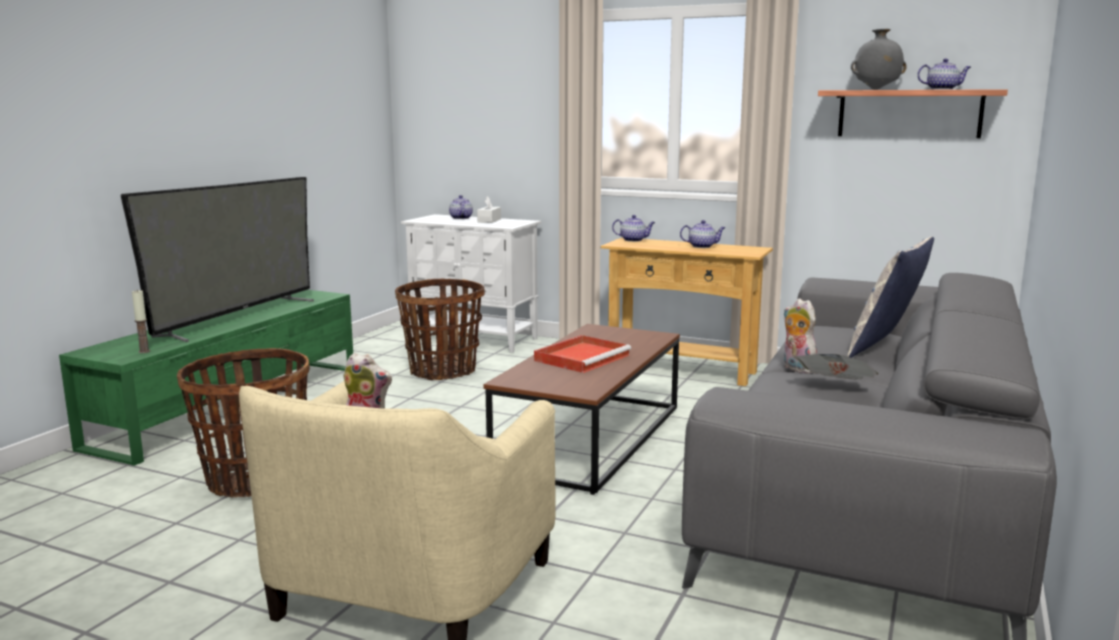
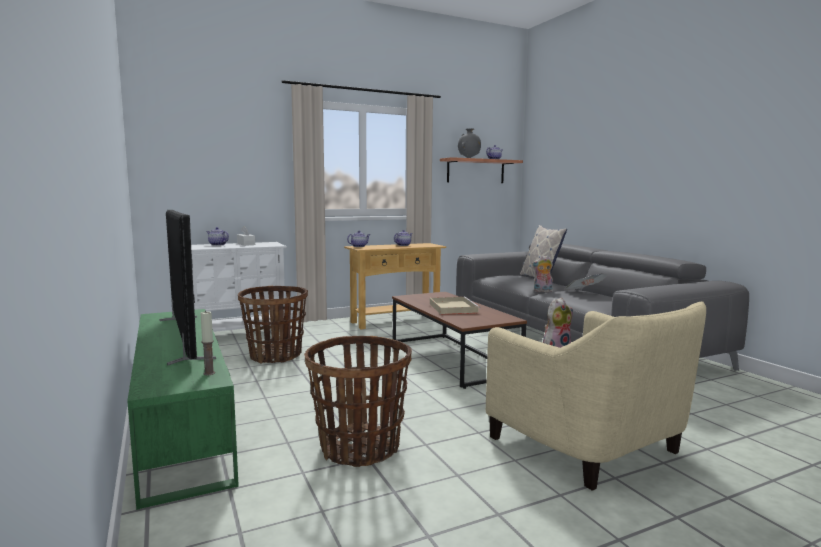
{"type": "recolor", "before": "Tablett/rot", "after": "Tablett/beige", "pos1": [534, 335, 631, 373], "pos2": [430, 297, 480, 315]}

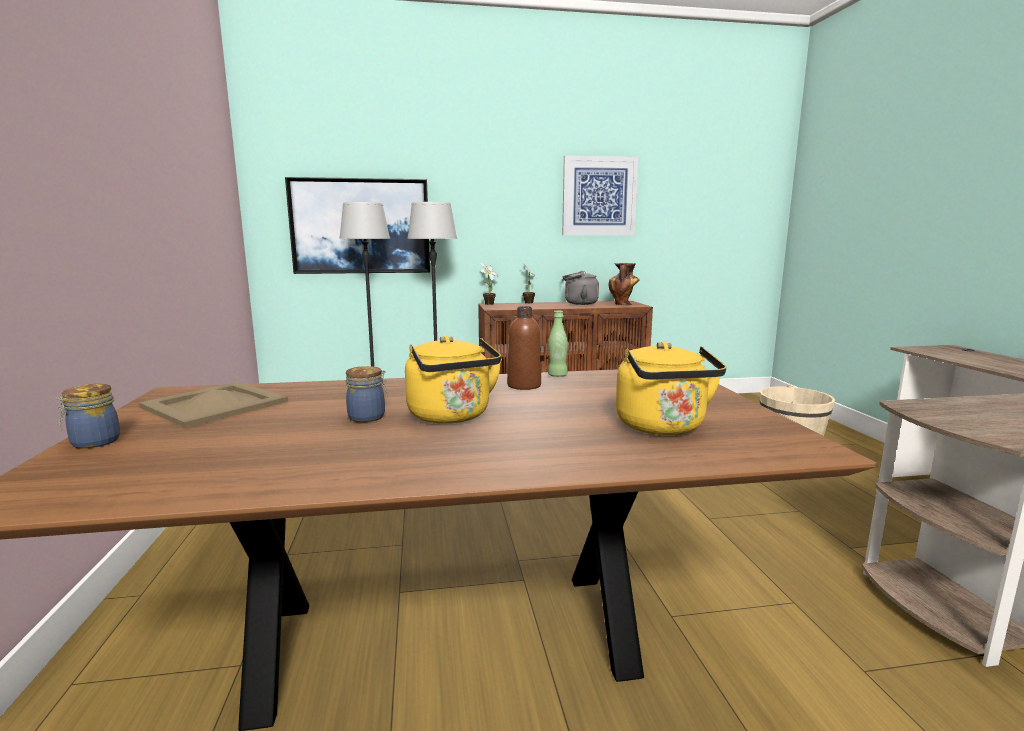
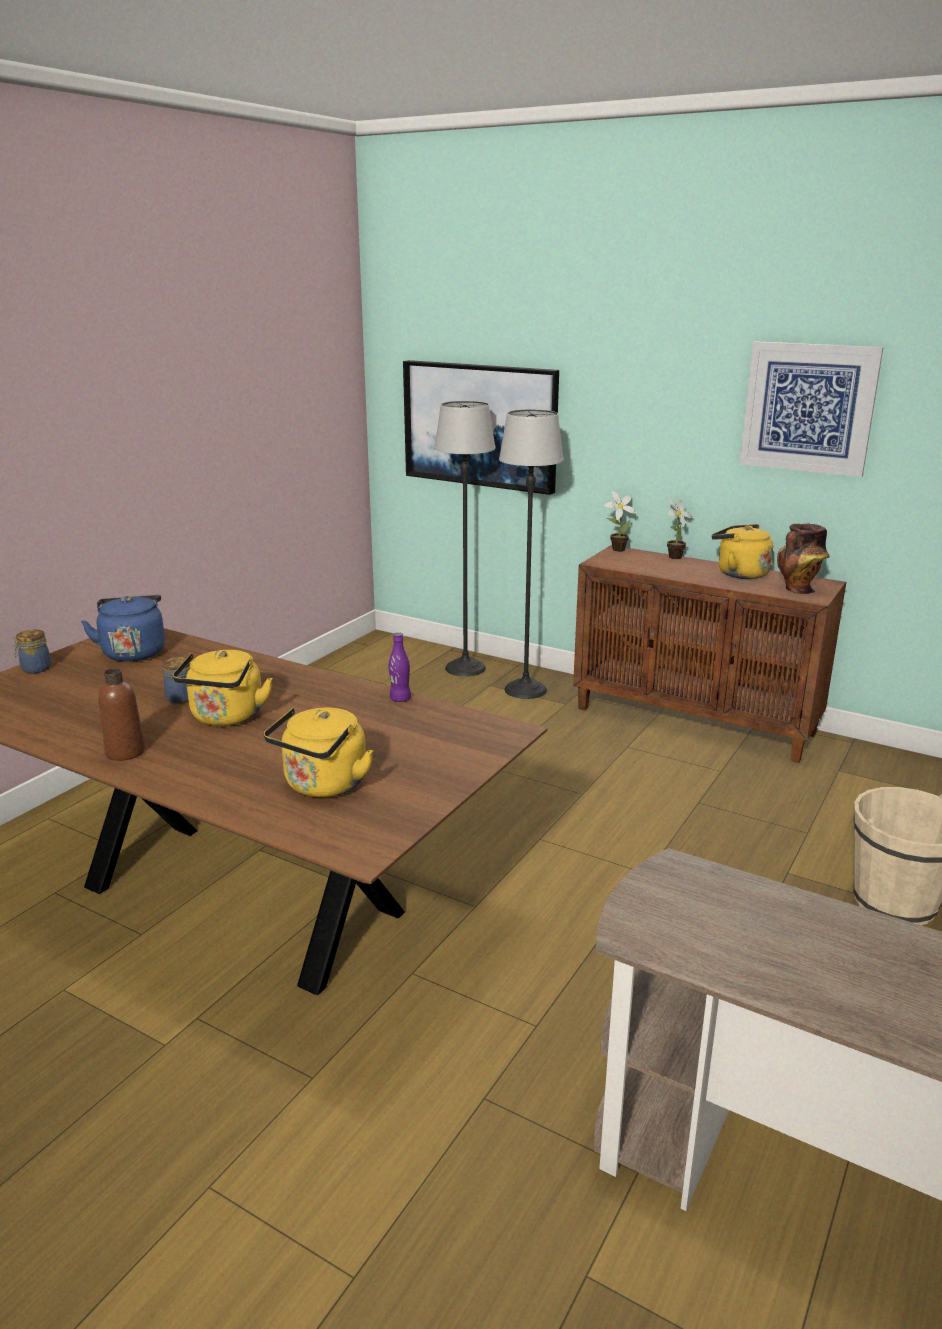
{"type": "replace", "before": "Tablett/beige", "after": "Wasserkessel/blau", "pos1": [139, 382, 288, 428], "pos2": [81, 595, 165, 662]}
{"type": "move", "before": "Flasche/braun", "pos1": [507, 306, 541, 390], "pos2": [98, 668, 145, 761]}
{"type": "recolor", "before": "Flasche/grün", "after": "Flasche/lila", "pos1": [548, 310, 568, 377], "pos2": [389, 632, 411, 702]}
{"type": "recolor", "before": "Wasserkessel/grau", "after": "Wasserkessel/gelb", "pos1": [563, 271, 599, 305], "pos2": [712, 524, 773, 579]}

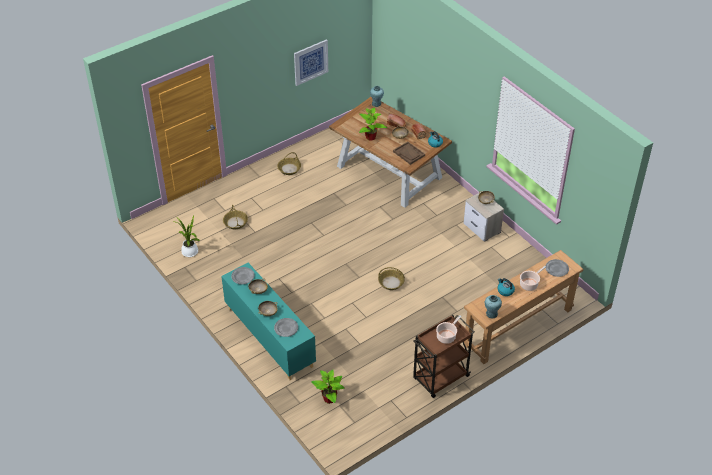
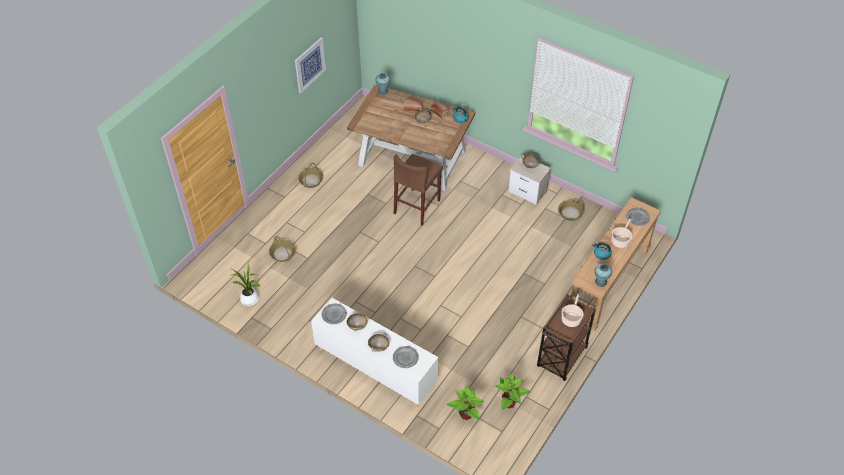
{"type": "recolor", "before": "Schrank/türkis", "after": "Schrank/weiß", "pos1": [221, 263, 316, 380], "pos2": [311, 298, 438, 408]}
{"type": "move", "before": "Topfpflanze", "pos1": [359, 107, 387, 141], "pos2": [495, 373, 531, 409]}
{"type": "move", "before": "Korb", "pos1": [378, 267, 405, 290], "pos2": [558, 198, 585, 221]}
{"type": "delete", "before": "Tablett/braun", "pos1": [393, 142, 425, 165]}
{"type": "insert", "after": "Hocker/braun", "pos2": [394, 154, 443, 226]}

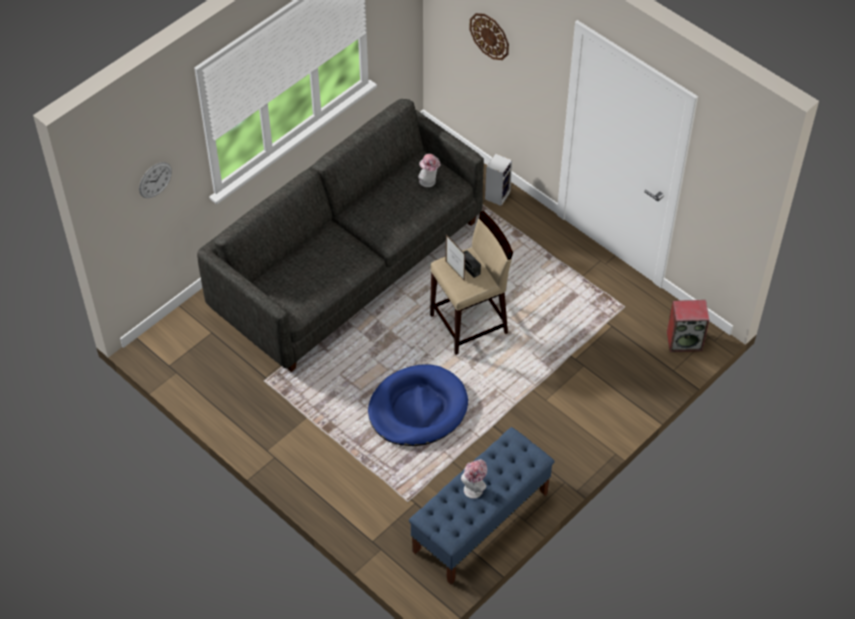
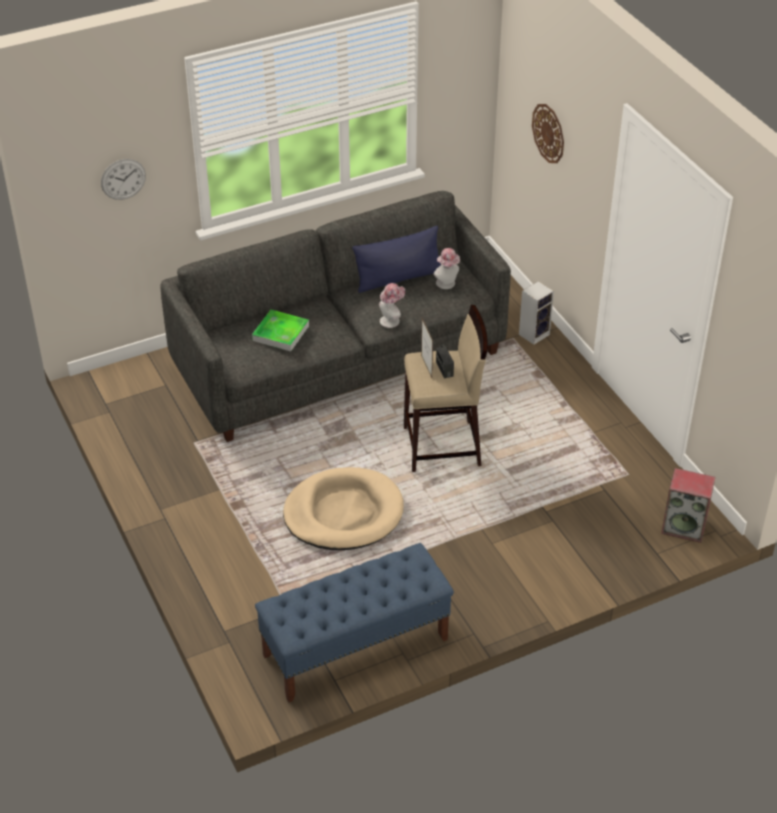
{"type": "recolor", "before": "Hundebett/blau", "after": "Hundebett/beige", "pos1": [368, 364, 468, 446], "pos2": [283, 467, 404, 550]}
{"type": "move", "before": "Hut", "pos1": [461, 459, 487, 499], "pos2": [379, 283, 405, 328]}
{"type": "insert", "after": "Tablett", "pos2": [252, 309, 309, 352]}
{"type": "insert", "after": "Kissen/blau", "pos2": [352, 226, 441, 293]}

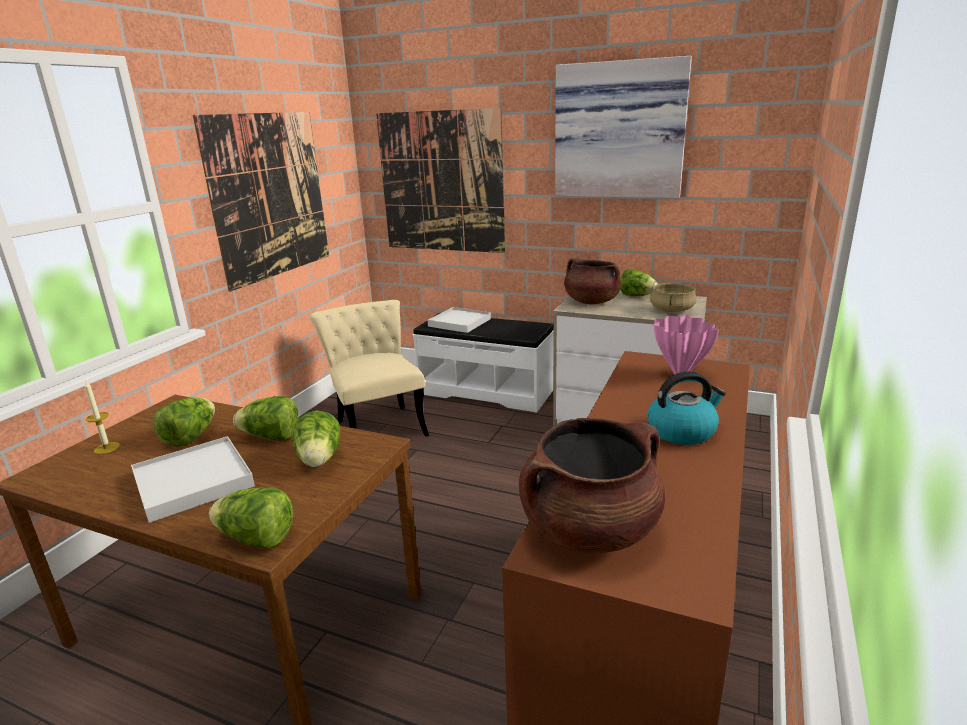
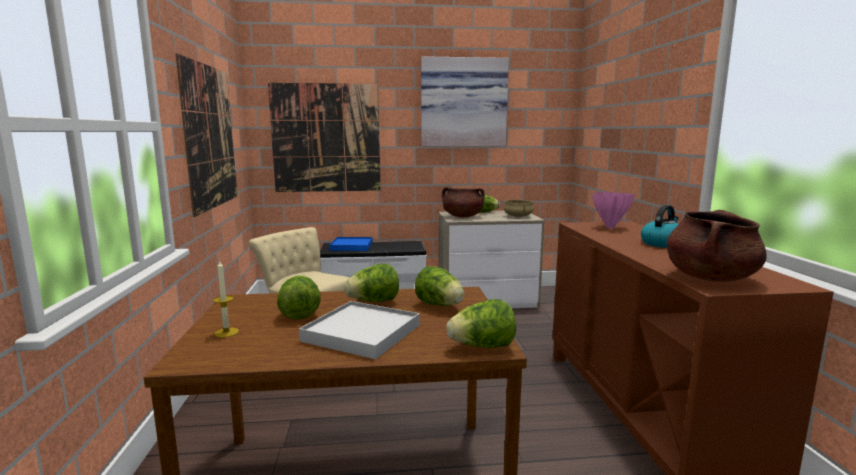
{"type": "recolor", "before": "Tablett/weiß", "after": "Tablett/blau", "pos1": [428, 307, 491, 333], "pos2": [329, 237, 372, 251]}

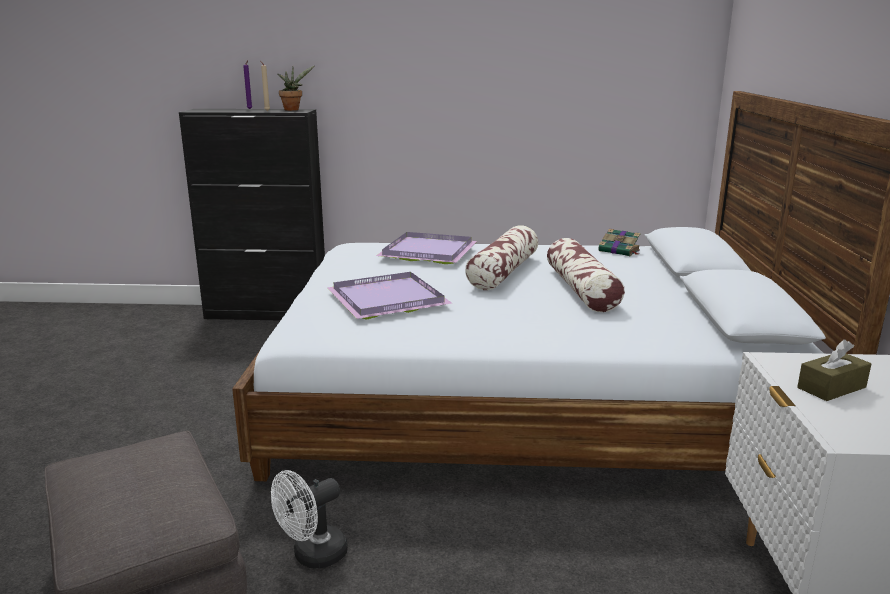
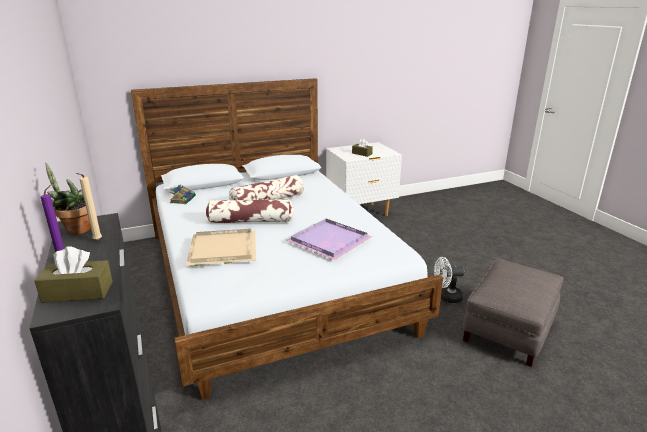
{"type": "rotate", "before": "Ventilator/weiß", "pos1": [271, 470, 348, 568], "pos2": [434, 257, 465, 303], "turn": 150}
{"type": "recolor", "before": "Tablett/lila", "after": "Tablett/beige", "pos1": [376, 232, 477, 264], "pos2": [186, 229, 256, 266]}
{"type": "insert", "after": "Taschentuchbox/braun", "pos2": [35, 246, 113, 303]}

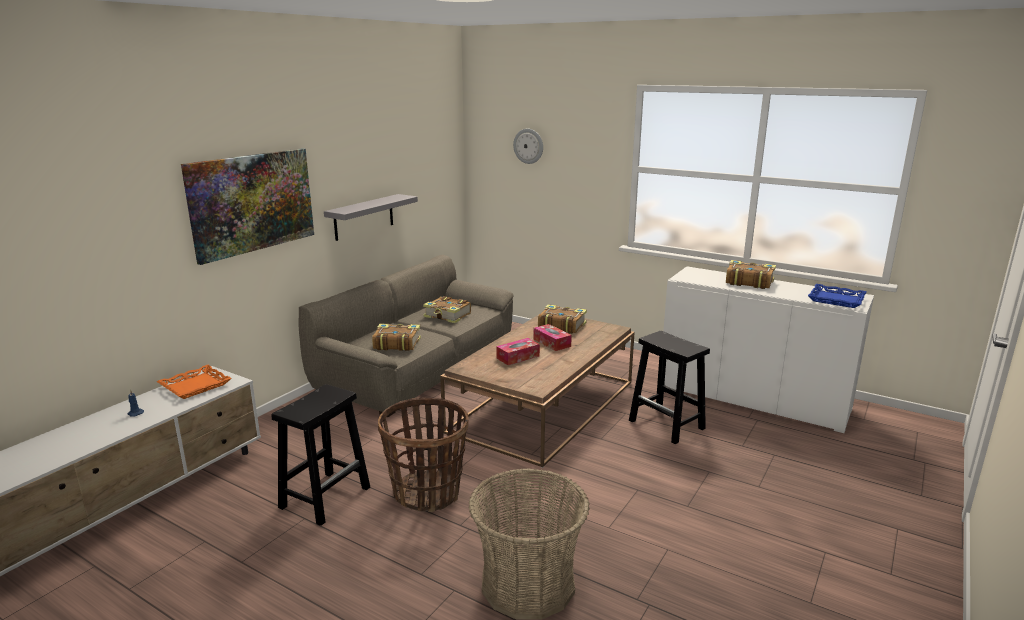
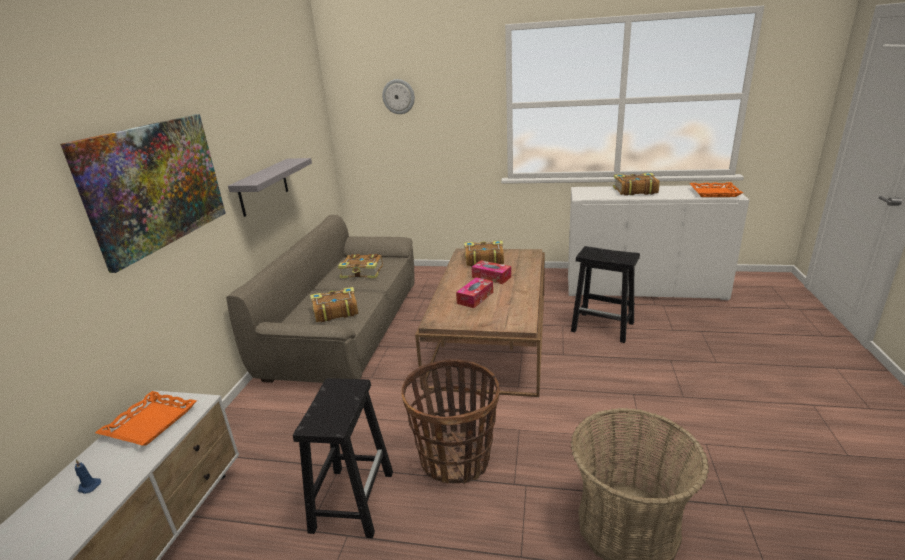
{"type": "recolor", "before": "Tablett/blau", "after": "Tablett/orange", "pos1": [808, 284, 867, 308], "pos2": [690, 182, 743, 197]}

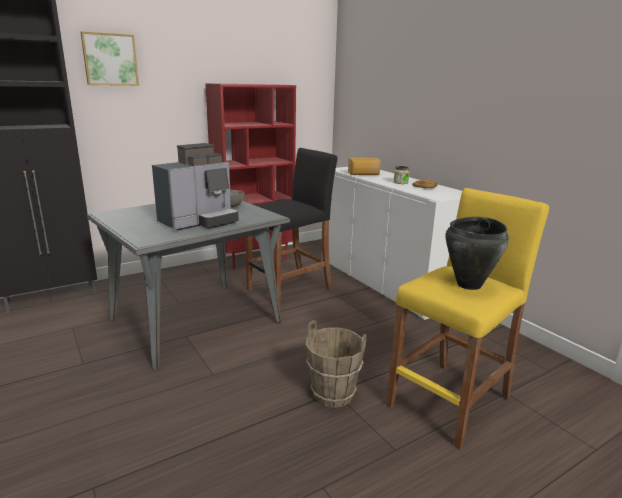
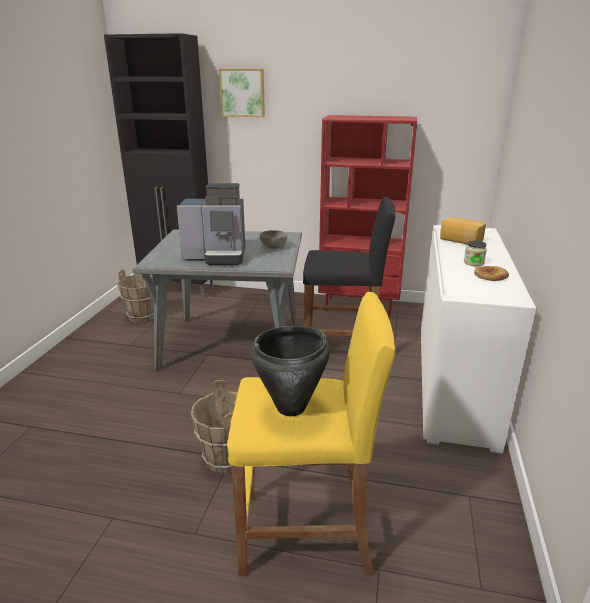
{"type": "insert", "after": "Eimer/braun", "pos2": [117, 270, 154, 323]}

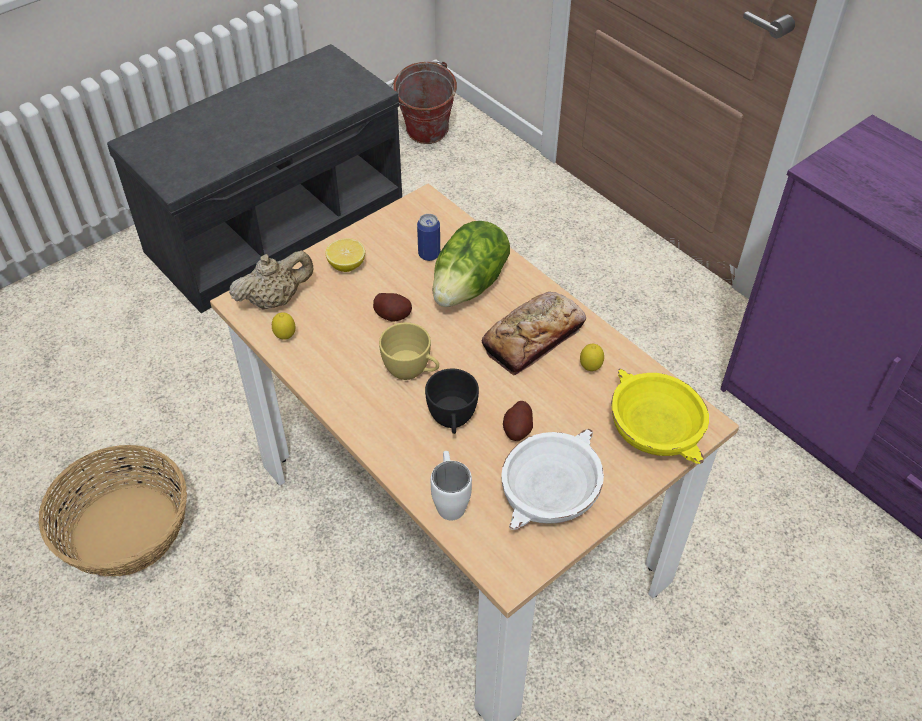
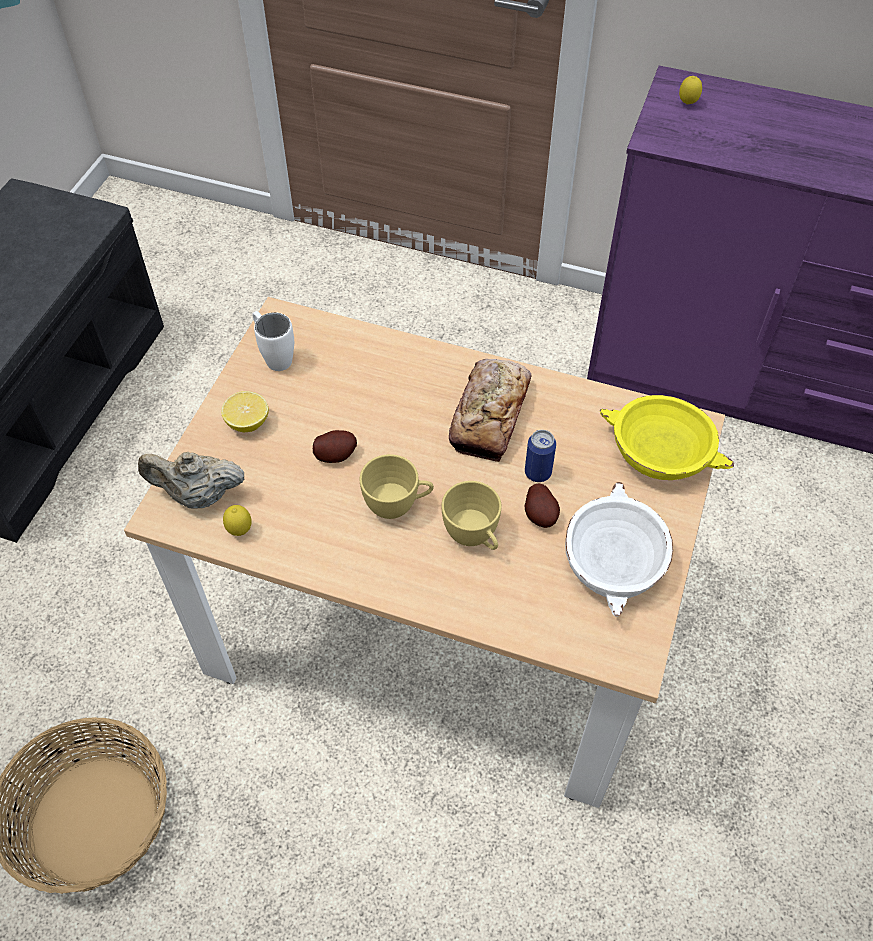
{"type": "rotate", "before": "Teekanne/beige", "pos1": [229, 251, 313, 310], "pos2": [138, 452, 244, 509], "turn": -120}
{"type": "delete", "before": "Eimer", "pos1": [391, 61, 457, 144]}
{"type": "move", "before": "Dose", "pos1": [417, 214, 440, 261], "pos2": [525, 430, 556, 482]}
{"type": "recolor", "before": "Tasse/schwarz", "after": "Tasse/gelb", "pos1": [425, 369, 479, 434], "pos2": [442, 481, 502, 550]}
{"type": "move", "before": "Henkelbecher/weiß", "pos1": [431, 451, 472, 520], "pos2": [253, 311, 294, 371]}
{"type": "delete", "before": "Salatkopf", "pos1": [433, 221, 510, 307]}
{"type": "move", "before": "Zitrone", "pos1": [580, 344, 604, 371], "pos2": [679, 76, 702, 105]}

